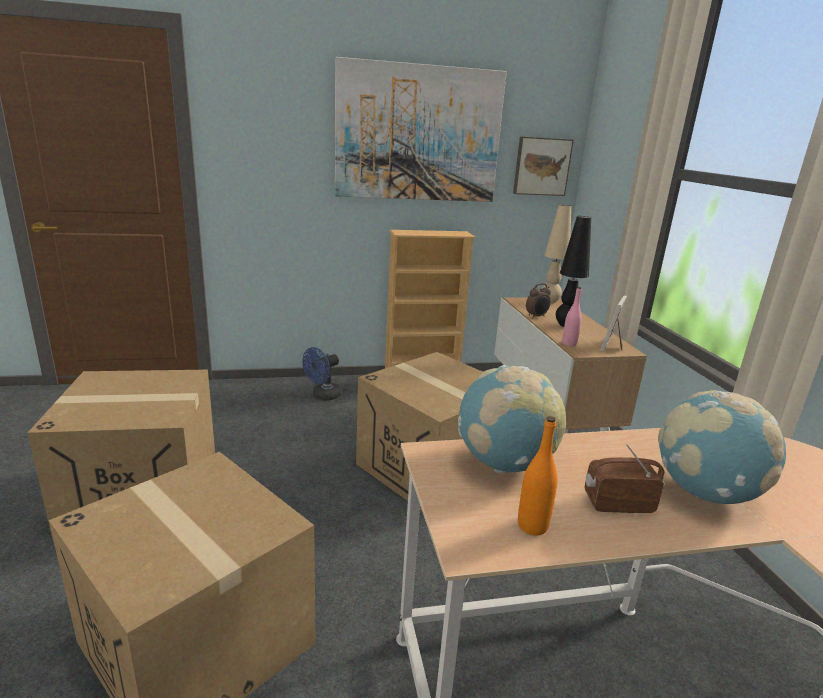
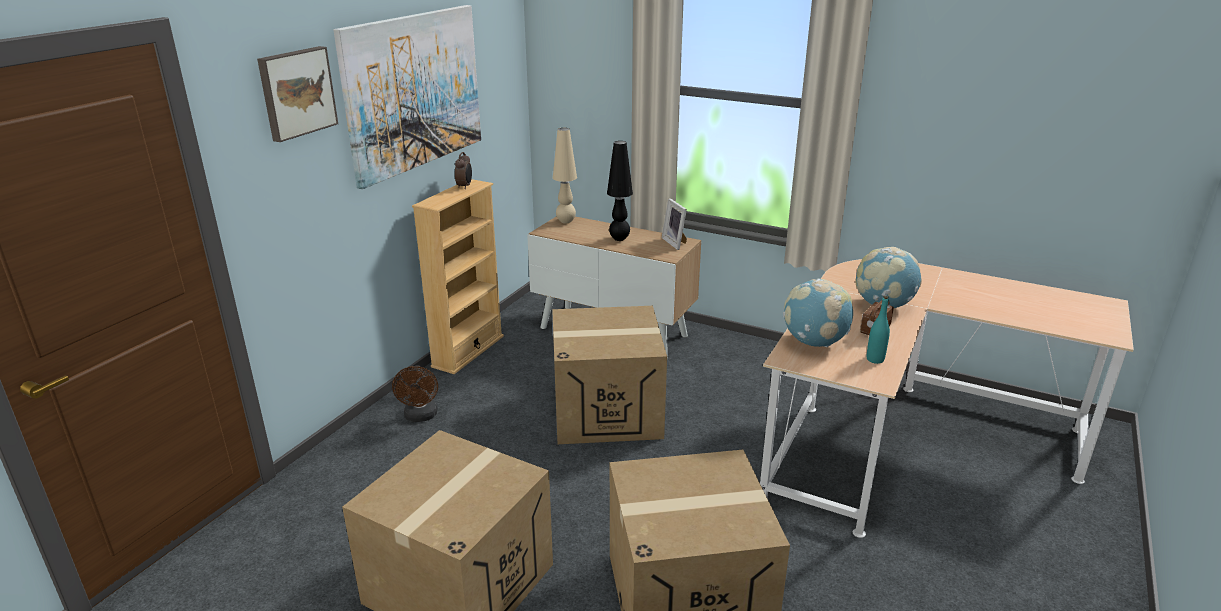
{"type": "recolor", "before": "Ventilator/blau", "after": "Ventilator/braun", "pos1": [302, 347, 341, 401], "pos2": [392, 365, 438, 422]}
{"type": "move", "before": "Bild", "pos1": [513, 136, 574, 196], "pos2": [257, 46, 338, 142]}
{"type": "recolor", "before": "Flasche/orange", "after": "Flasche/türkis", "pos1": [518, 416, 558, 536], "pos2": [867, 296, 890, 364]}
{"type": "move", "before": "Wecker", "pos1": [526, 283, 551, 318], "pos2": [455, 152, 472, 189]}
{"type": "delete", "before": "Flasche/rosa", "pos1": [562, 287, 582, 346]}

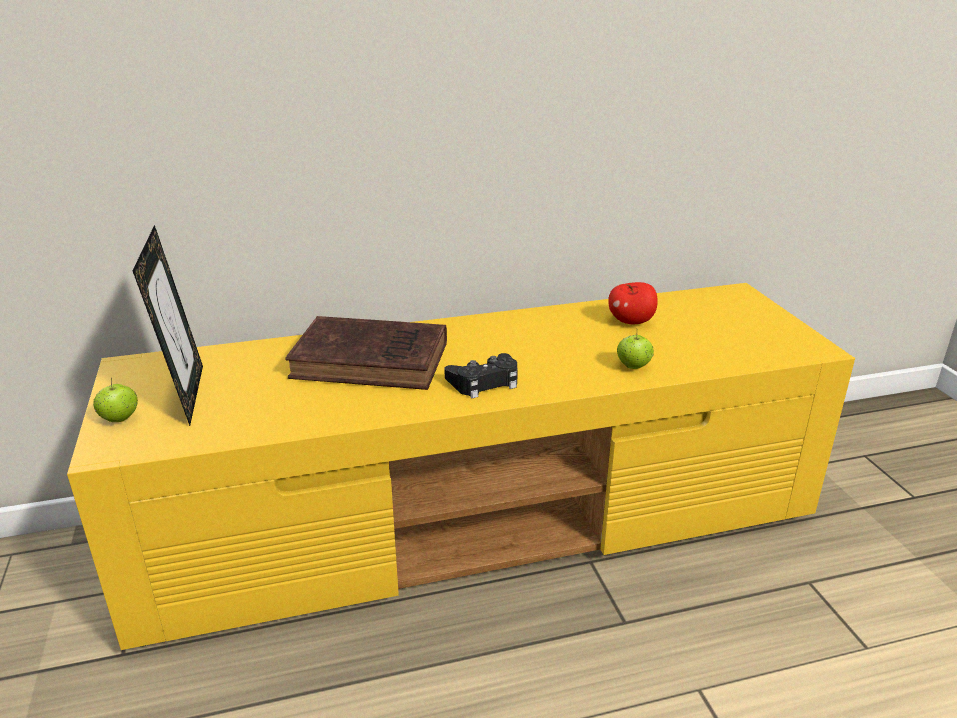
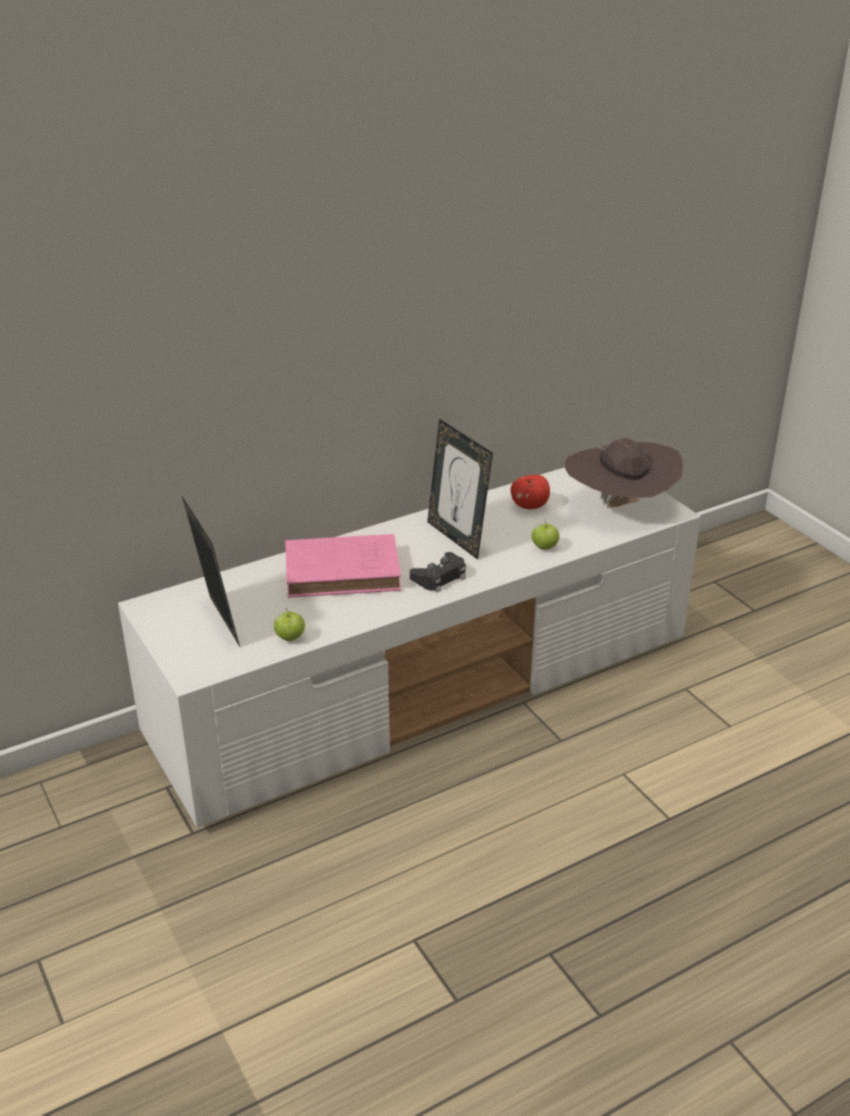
{"type": "recolor", "before": "Fernsehschrank/gelb", "after": "Fernsehschrank/weiß", "pos1": [67, 283, 855, 650], "pos2": [118, 467, 701, 828]}
{"type": "move", "before": "Apfel", "pos1": [93, 378, 138, 422], "pos2": [274, 608, 305, 641]}
{"type": "recolor", "before": "Buch/braun", "after": "Buch/rosa", "pos1": [285, 316, 447, 390], "pos2": [285, 534, 401, 598]}
{"type": "insert", "after": "Bilderrahmen", "pos2": [427, 419, 493, 560]}
{"type": "insert", "after": "Hut/braun", "pos2": [565, 438, 683, 508]}

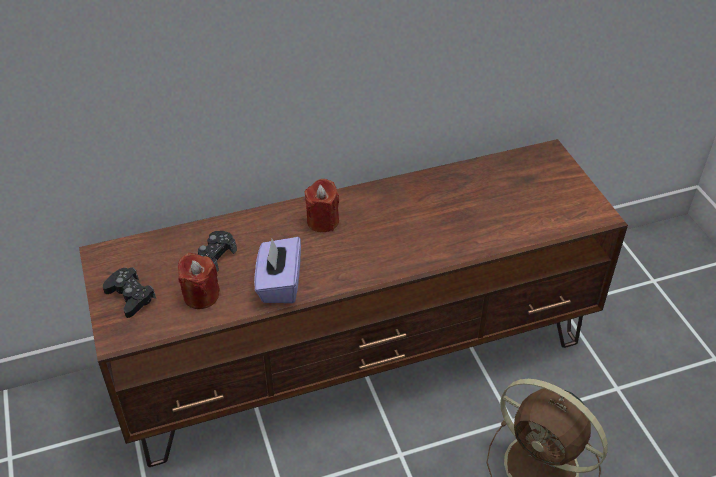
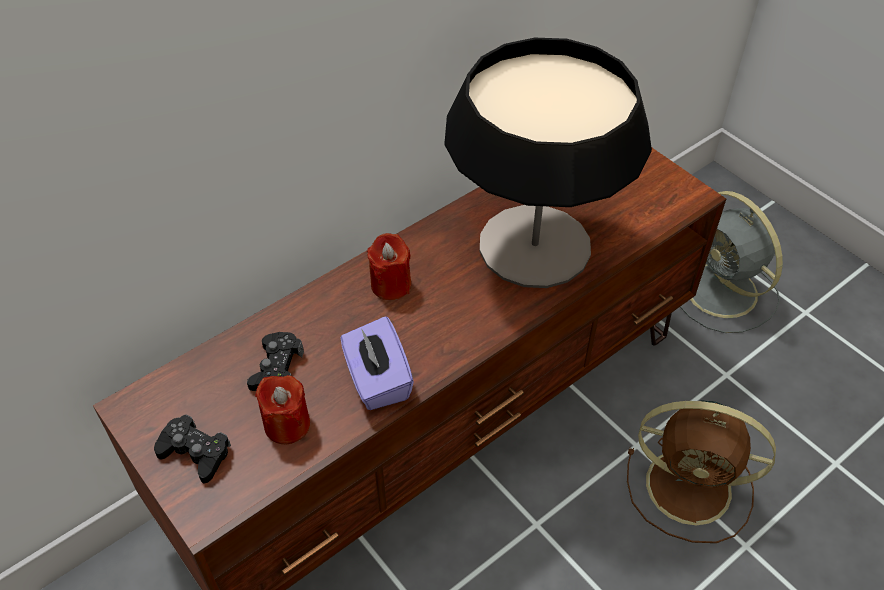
{"type": "insert", "after": "Tischlampe", "pos2": [445, 38, 652, 288]}
{"type": "insert", "after": "Ventilator/grau", "pos2": [680, 191, 783, 333]}

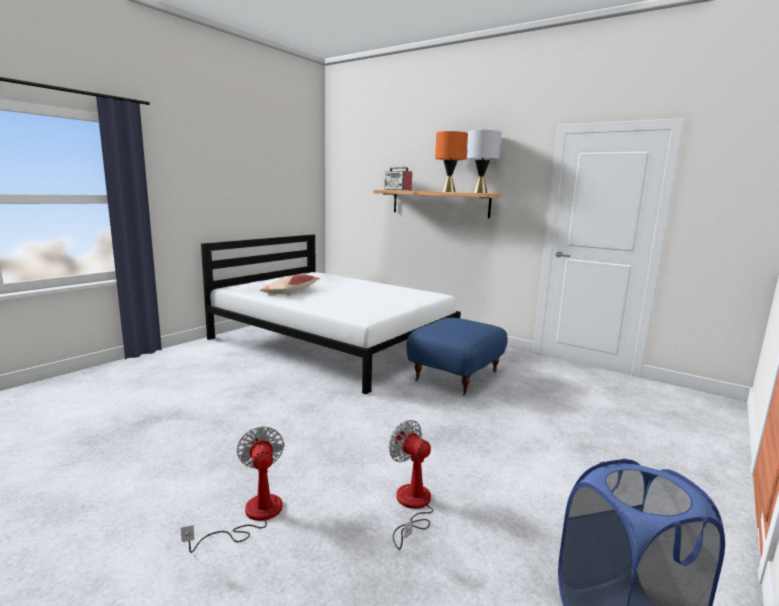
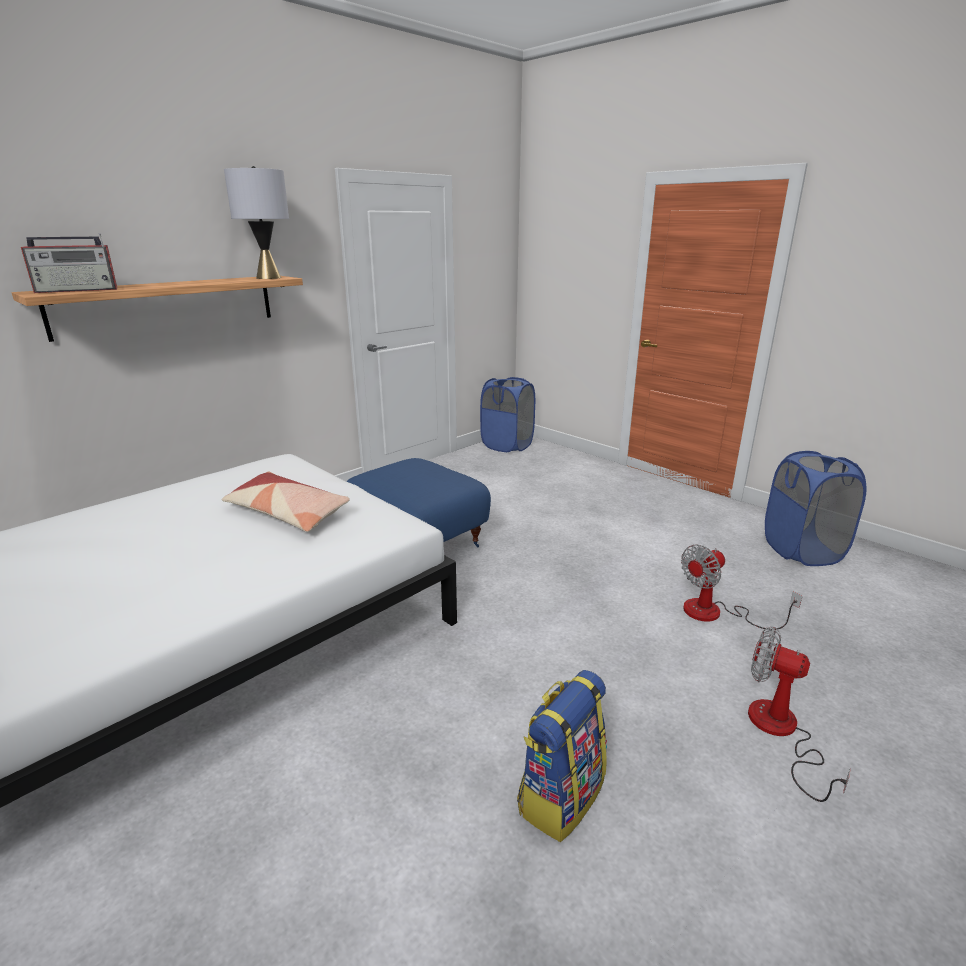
{"type": "rotate", "before": "Ventilator", "pos1": [181, 426, 284, 553], "pos2": [748, 627, 851, 802], "turn": 45}
{"type": "move", "before": "Kissen", "pos1": [260, 275, 320, 294], "pos2": [221, 471, 350, 532]}
{"type": "delete", "before": "Tischlampe/orange", "pos1": [435, 131, 468, 192]}
{"type": "insert", "after": "Wäschekorb/blau", "pos2": [480, 377, 535, 452]}
{"type": "insert", "after": "Rucksack", "pos2": [517, 670, 607, 842]}

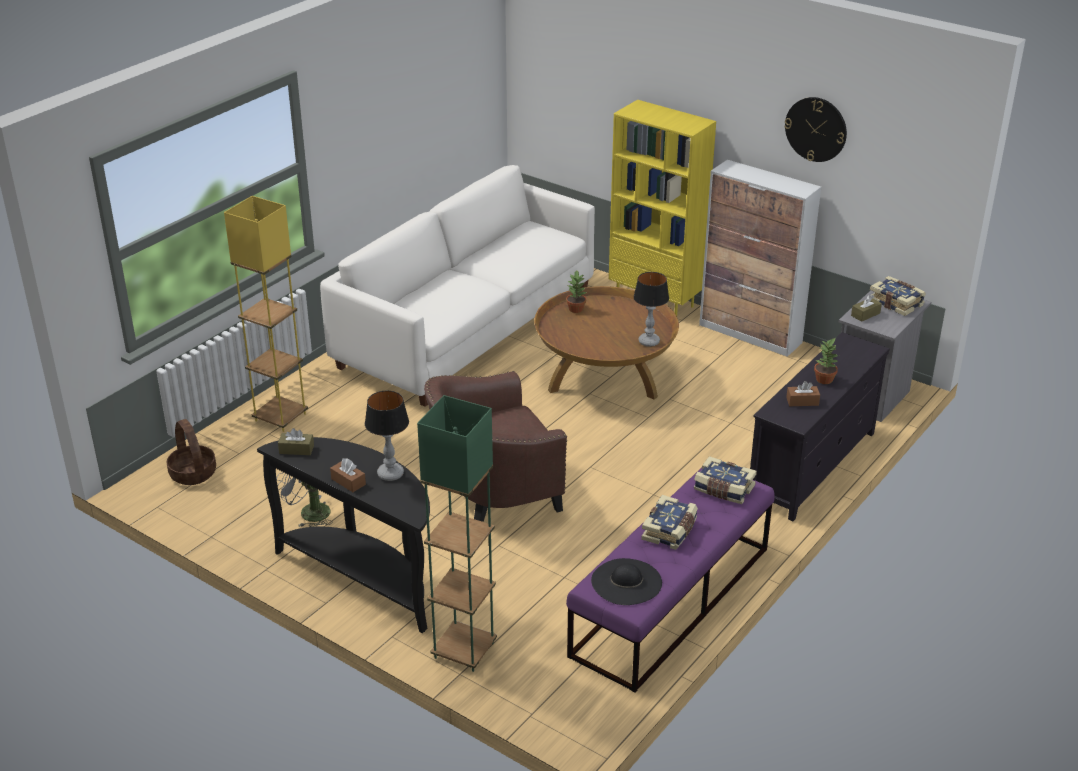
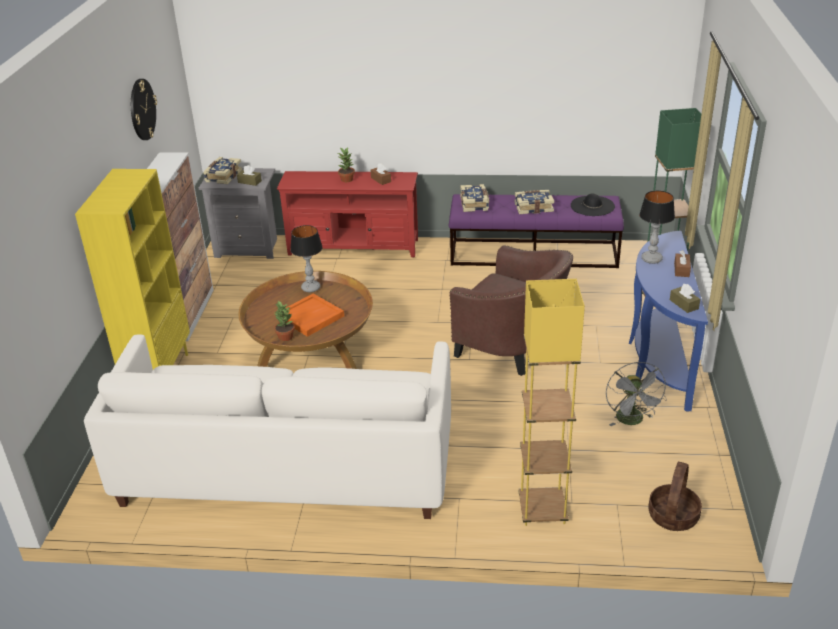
{"type": "recolor", "before": "Konsolentisch/schwarz", "after": "Konsolentisch/blau", "pos1": [257, 437, 430, 633], "pos2": [629, 231, 708, 412]}
{"type": "recolor", "before": "Fernsehschrank/schwarz", "after": "Fernsehschrank/rot", "pos1": [750, 332, 890, 521], "pos2": [277, 171, 418, 257]}
{"type": "insert", "after": "Tablett/orange", "pos2": [286, 293, 344, 337]}

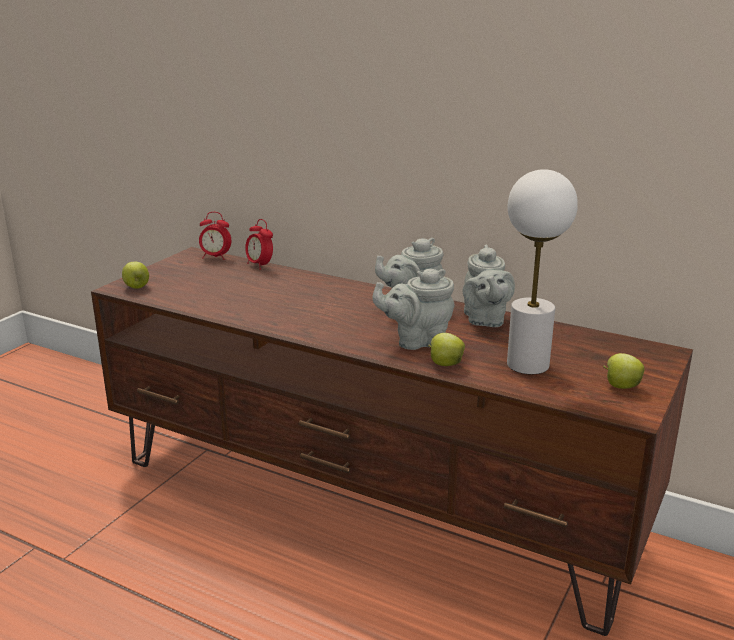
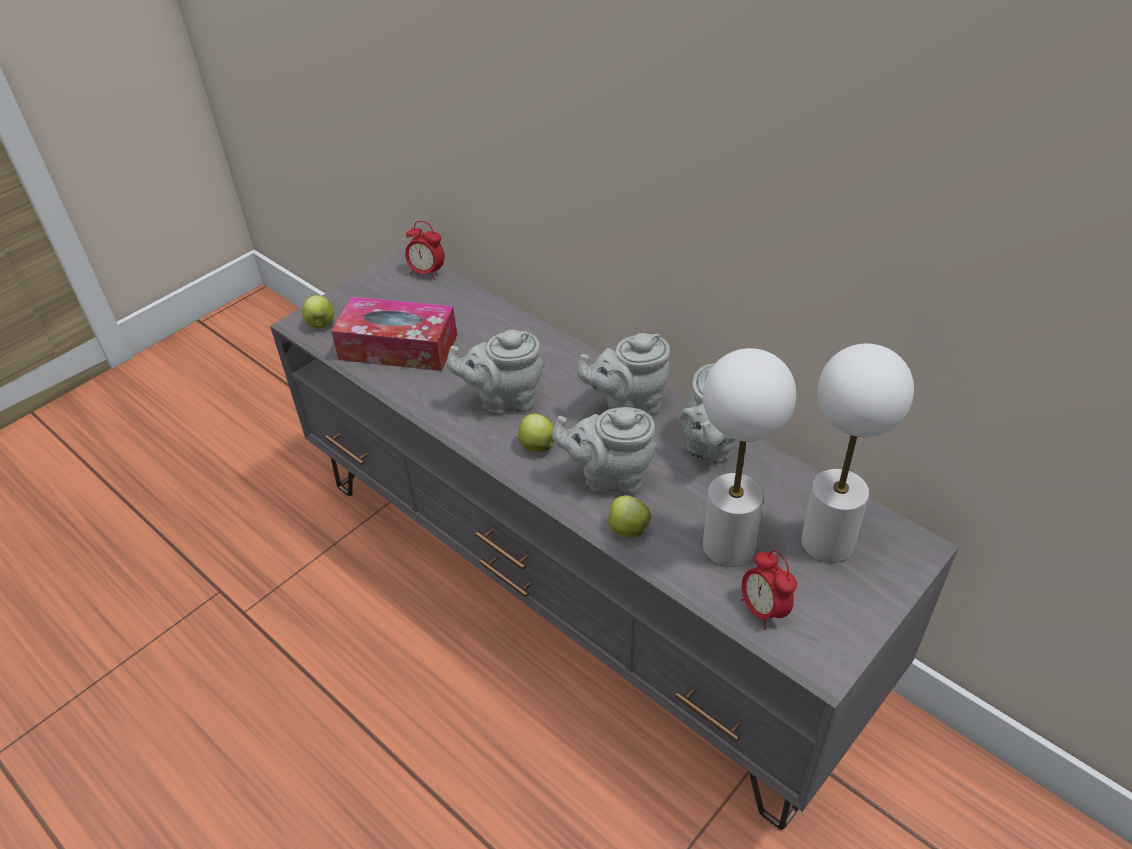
{"type": "recolor", "before": "Fernsehschrank/braun", "after": "Fernsehschrank/grau", "pos1": [91, 247, 693, 636], "pos2": [270, 247, 959, 830]}
{"type": "move", "before": "Wecker", "pos1": [245, 219, 273, 270], "pos2": [741, 550, 797, 629]}
{"type": "move", "before": "Apfel", "pos1": [603, 353, 644, 389], "pos2": [518, 414, 554, 452]}
{"type": "insert", "after": "Taschentuchbox", "pos2": [331, 297, 457, 371]}
{"type": "insert", "after": "Teekanne/grau", "pos2": [447, 330, 544, 416]}
{"type": "insert", "after": "Tischlampe/weiß", "pos2": [801, 344, 914, 563]}

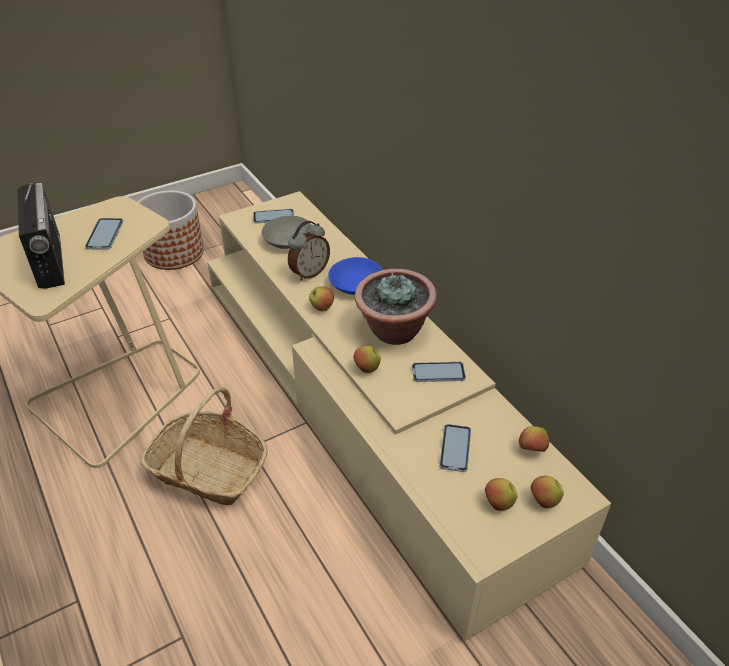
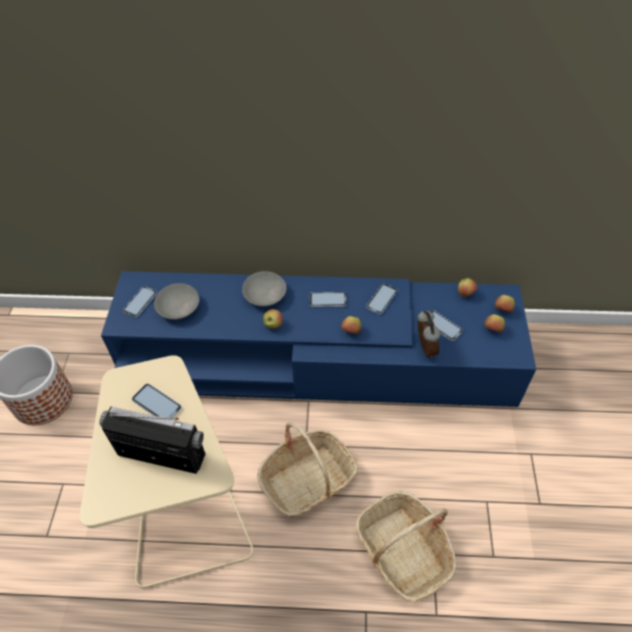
{"type": "recolor", "before": "Fernsehschrank/beige", "after": "Fernsehschrank/blau", "pos1": [207, 191, 611, 641], "pos2": [101, 271, 536, 407]}
{"type": "move", "before": "Wecker", "pos1": [288, 221, 330, 281], "pos2": [417, 310, 440, 358]}
{"type": "recolor", "before": "Schüssel/blau", "after": "Schüssel/grau", "pos1": [328, 257, 382, 295], "pos2": [242, 271, 287, 307]}
{"type": "replace", "before": "Topfpflanze", "after": "Handy", "pos1": [355, 269, 437, 345], "pos2": [310, 292, 347, 307]}
{"type": "insert", "after": "Korb", "pos2": [355, 491, 457, 602]}

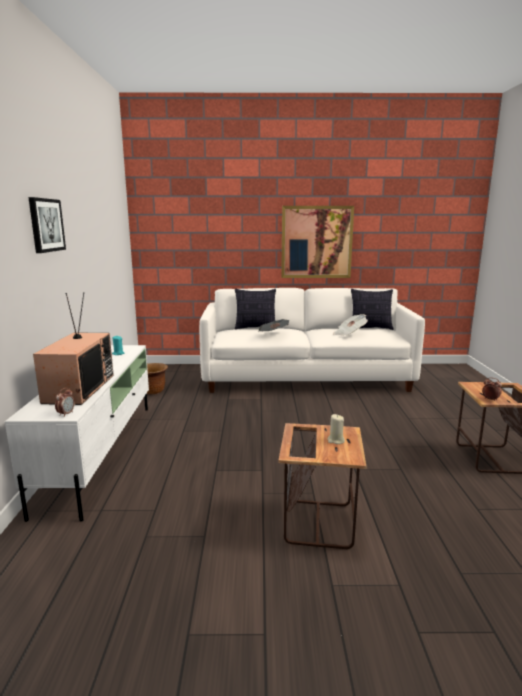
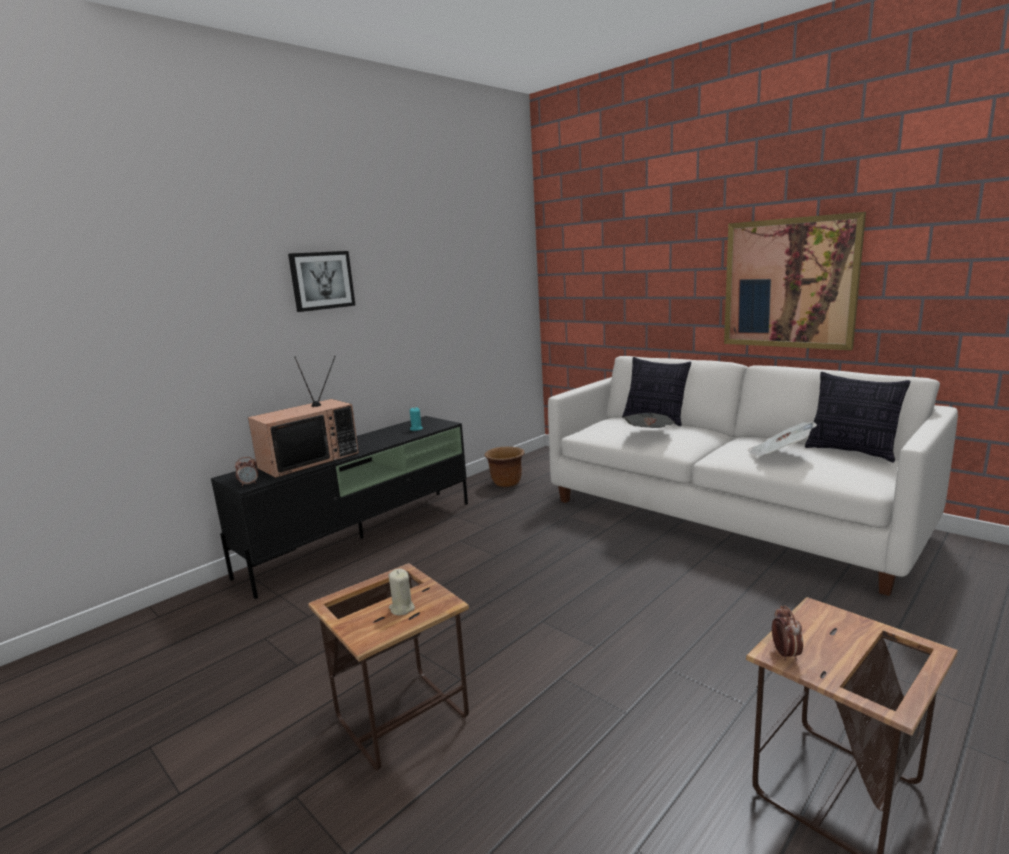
{"type": "recolor", "before": "Fernsehschrank/weiß", "after": "Fernsehschrank/schwarz", "pos1": [5, 345, 149, 522], "pos2": [211, 416, 468, 599]}

